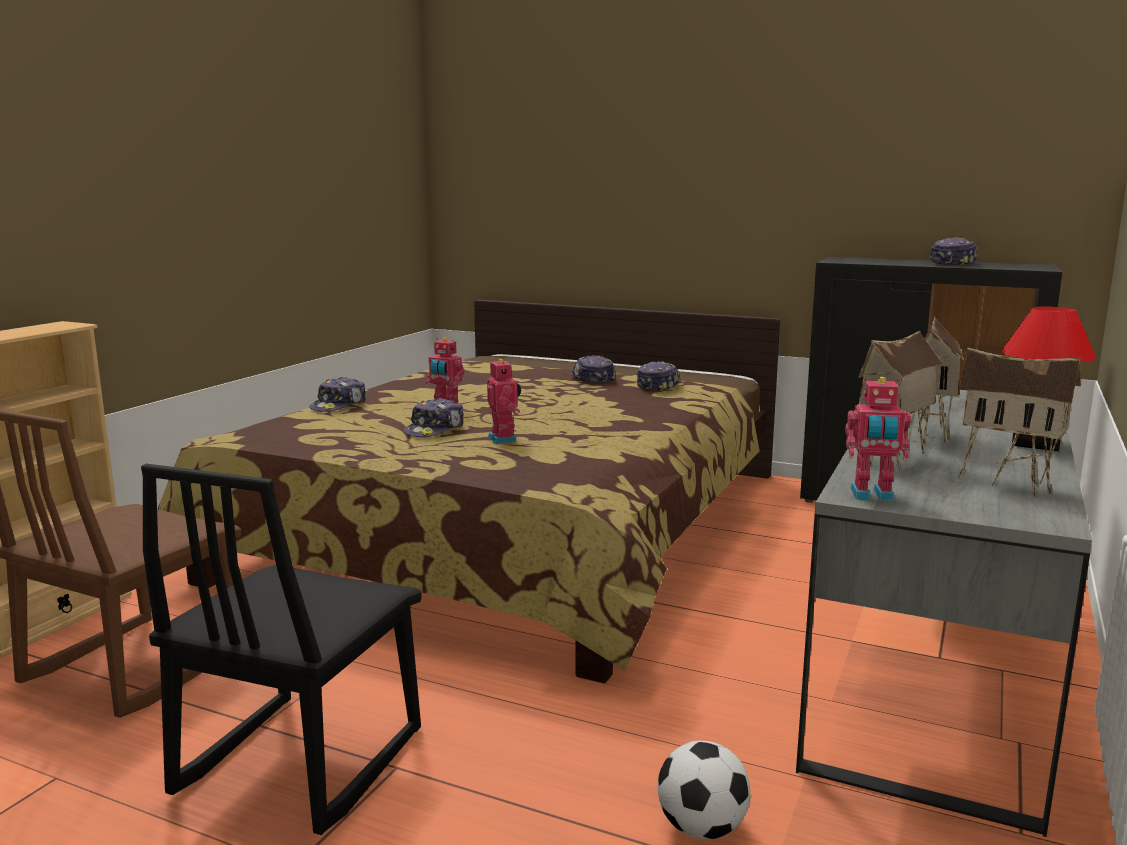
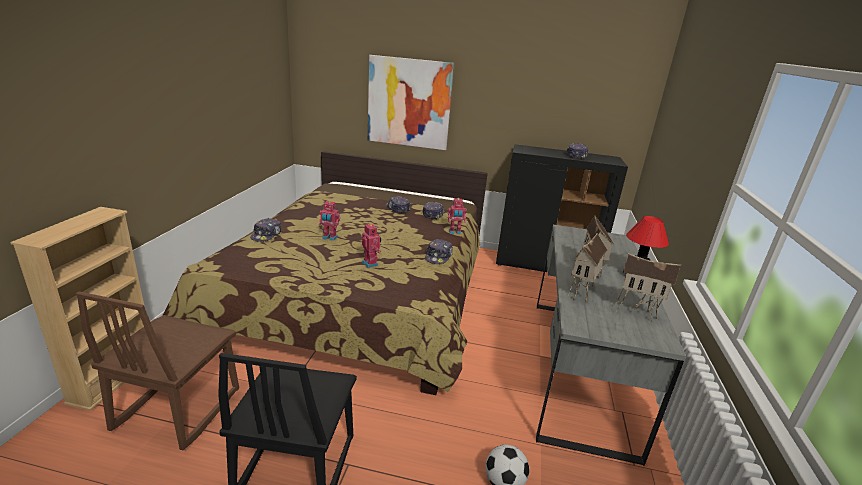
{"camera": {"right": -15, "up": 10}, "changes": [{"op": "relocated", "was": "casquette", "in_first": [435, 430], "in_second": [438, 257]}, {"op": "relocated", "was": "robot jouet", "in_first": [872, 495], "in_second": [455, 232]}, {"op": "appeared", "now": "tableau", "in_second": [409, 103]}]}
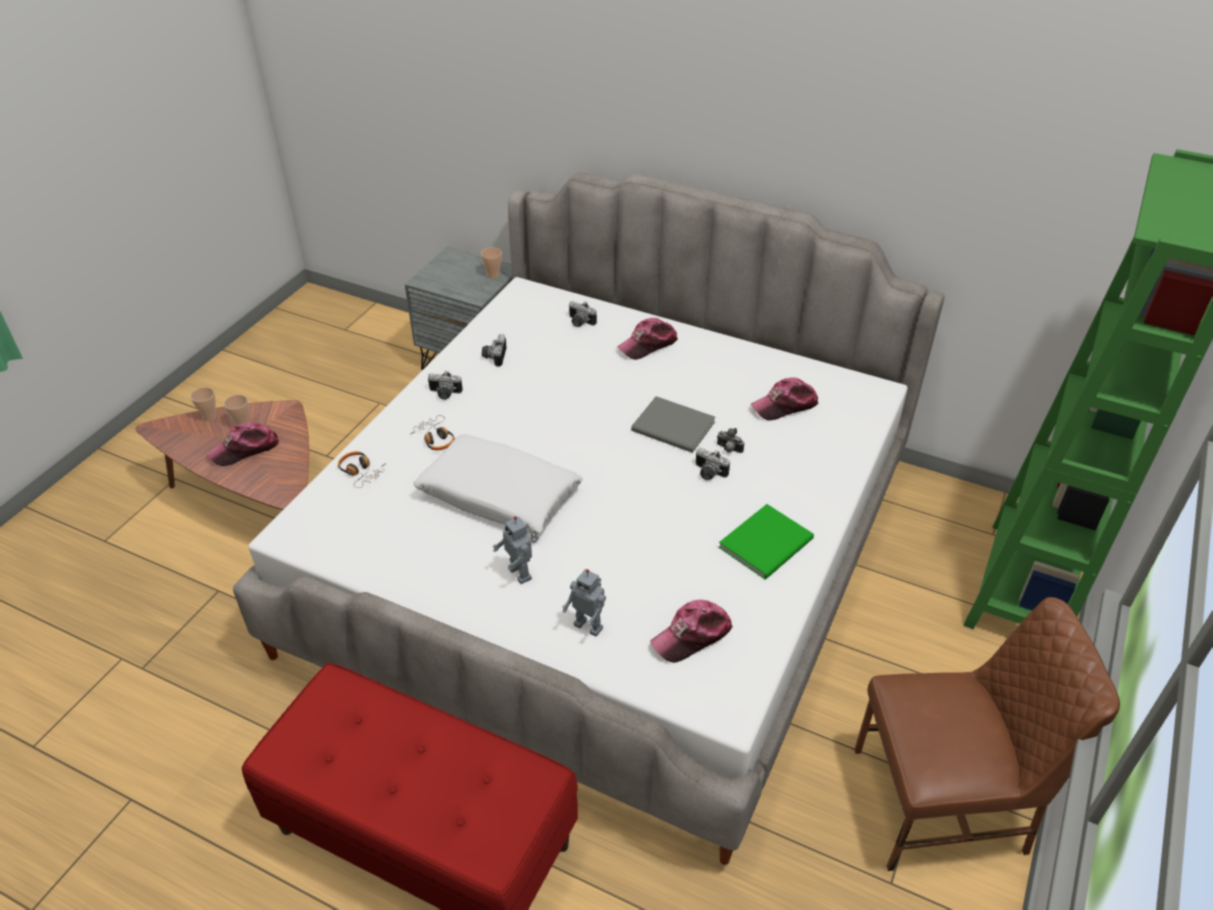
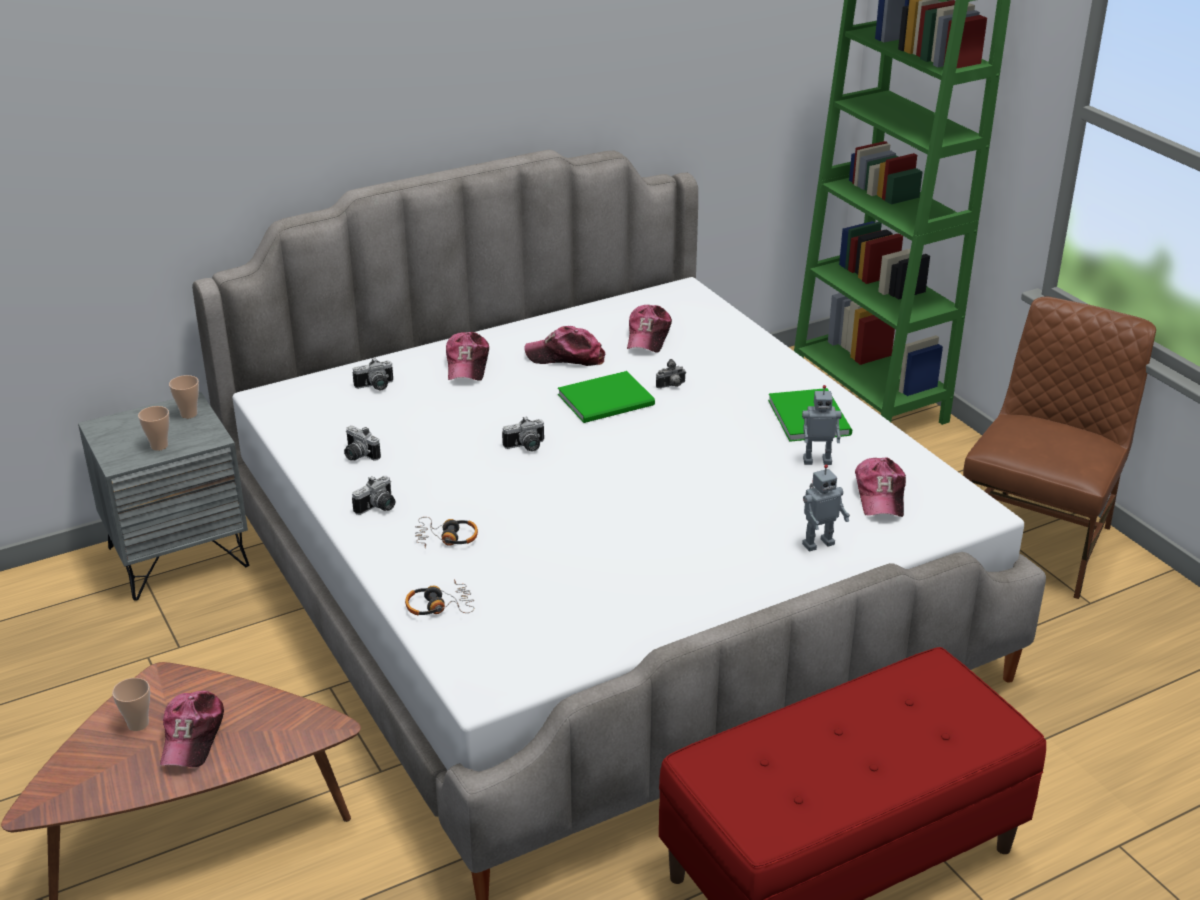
{"camera": {"right": -55, "up": -10}, "changes": [{"op": "relocated", "was": "tasse", "in_first": [209, 417], "in_second": [159, 446]}, {"op": "missing", "was": "coussin (blanc)", "in_first": [499, 495]}, {"op": "relocated", "was": "robot jouet", "in_first": [521, 573], "in_second": [817, 460]}, {"op": "colour", "was": "livre (gris)", "now": "livre (vert)", "in_first": [674, 428], "in_second": [609, 400]}, {"op": "relocated", "was": "appareil photo", "in_first": [708, 473], "in_second": [526, 447]}, {"op": "appeared", "now": "casquette", "in_second": [565, 357]}]}
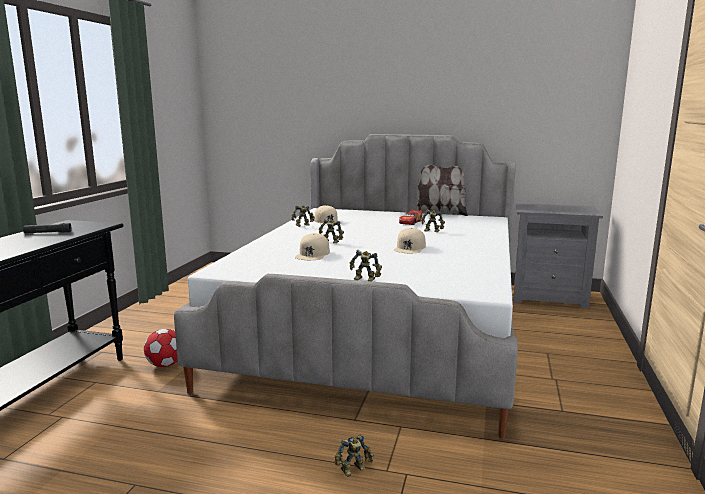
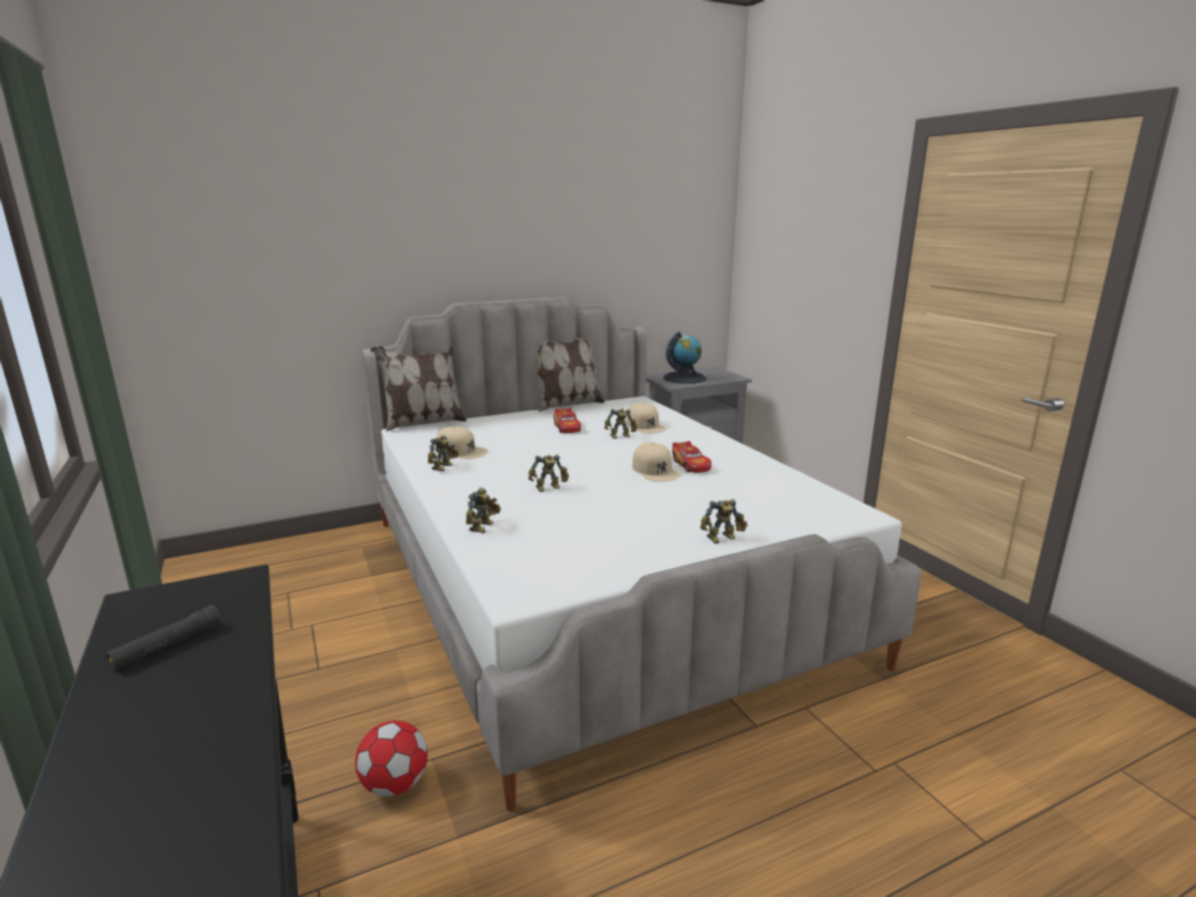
{"camera": {"right": -40, "up": 5}, "changes": [{"op": "relocated", "was": "casquette (beige)", "in_first": [312, 254], "in_second": [645, 426]}, {"op": "relocated", "was": "robot jouet", "in_first": [354, 470], "in_second": [484, 527]}, {"op": "appeared", "now": "coussin", "in_second": [423, 423]}, {"op": "appeared", "now": "globe", "in_second": [684, 378]}, {"op": "appeared", "now": "petite voiture", "in_second": [691, 465]}]}
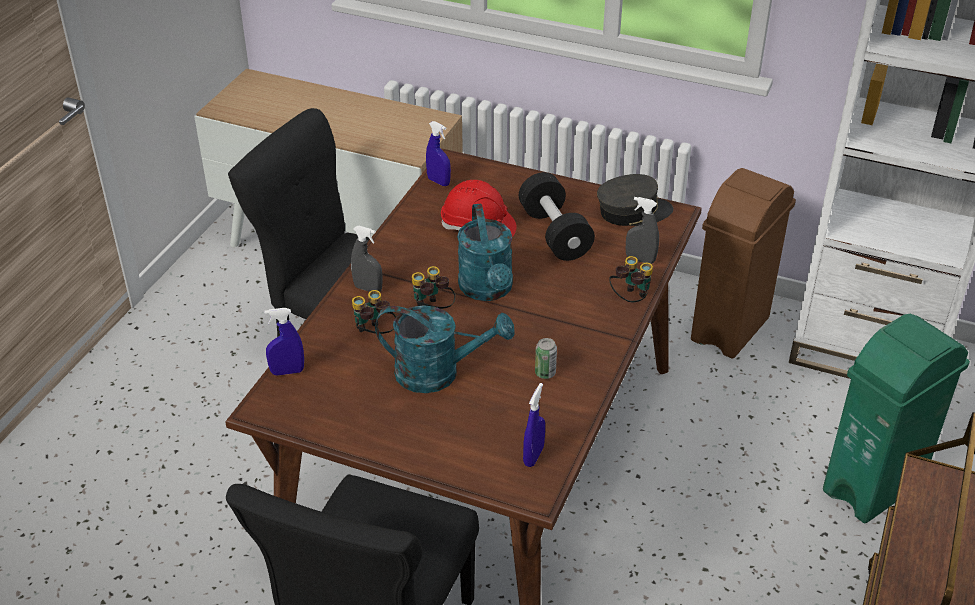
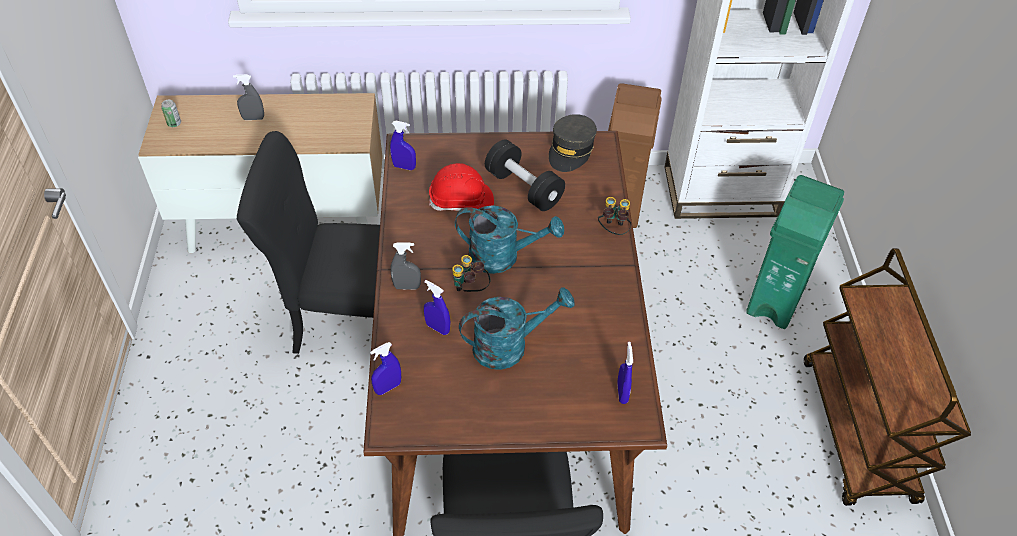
{"camera": {"right": -25, "up": 10}, "changes": [{"op": "exchanged", "was": "jumelles", "now": "vaporisateur (bleu)", "in_first": [374, 334], "in_second": [437, 328]}, {"op": "spun", "was": "arrosoir (turquoise)", "in_first": [488, 290], "in_second": [503, 257], "clockwise": -45}, {"op": "relocated", "was": "boîte métallique", "in_first": [545, 373], "in_second": [174, 123]}, {"op": "spun", "was": "casquette (gris)", "in_first": [633, 212], "in_second": [571, 150], "clockwise": 150}, {"op": "relocated", "was": "vaporisateur (gris)", "in_first": [640, 260], "in_second": [253, 118]}]}
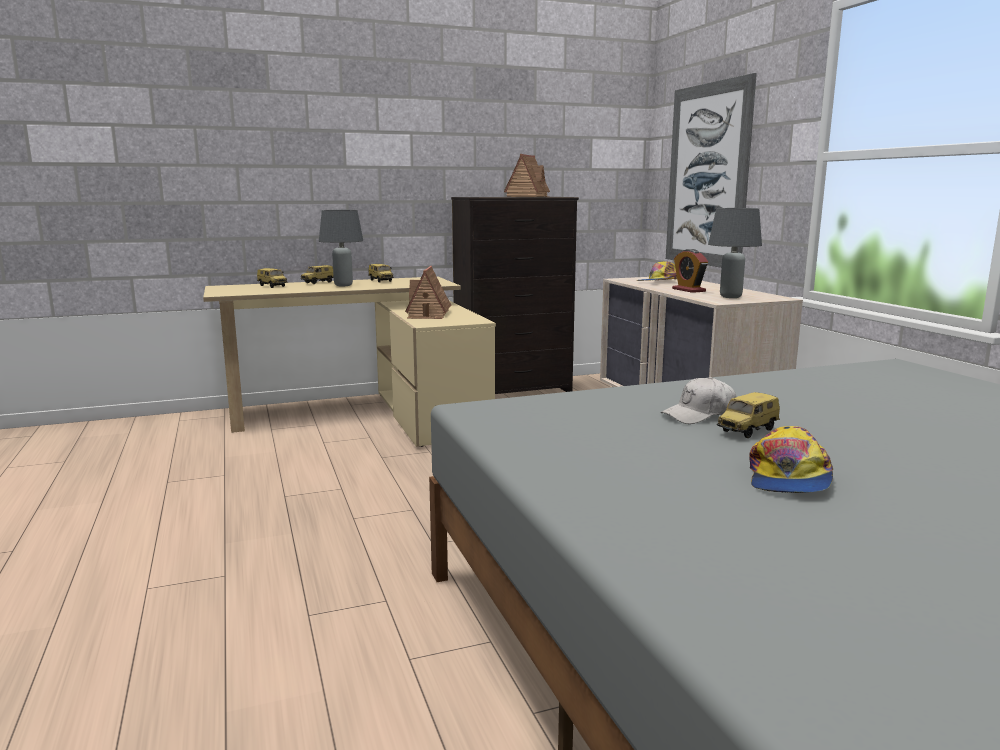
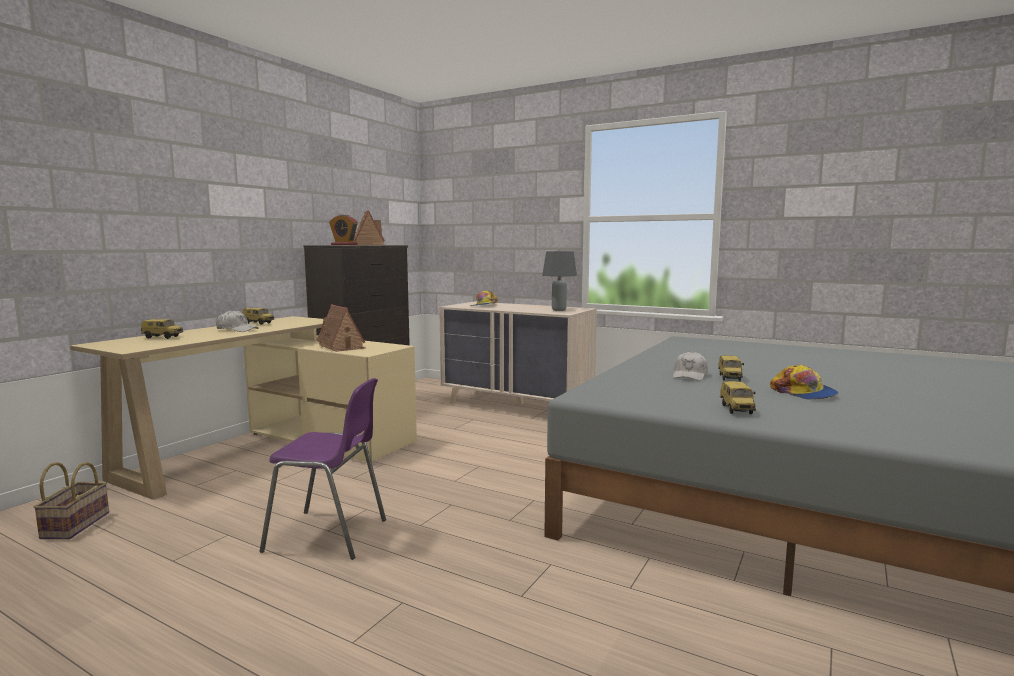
{"camera": {"right": -40, "up": -5}, "changes": [{"op": "relocated", "was": "petite voiture", "in_first": [318, 283], "in_second": [738, 410]}, {"op": "exchanged", "was": "lampe de table (gris)", "now": "casquette (blanc)", "in_first": [343, 285], "in_second": [237, 330]}, {"op": "missing", "was": "tableau", "in_first": [707, 175]}, {"op": "relocated", "was": "réveil", "in_first": [688, 290], "in_second": [344, 245]}, {"op": "appeared", "now": "panier", "in_second": [75, 524]}, {"op": "appeared", "now": "chaise (violet)", "in_second": [329, 535]}]}
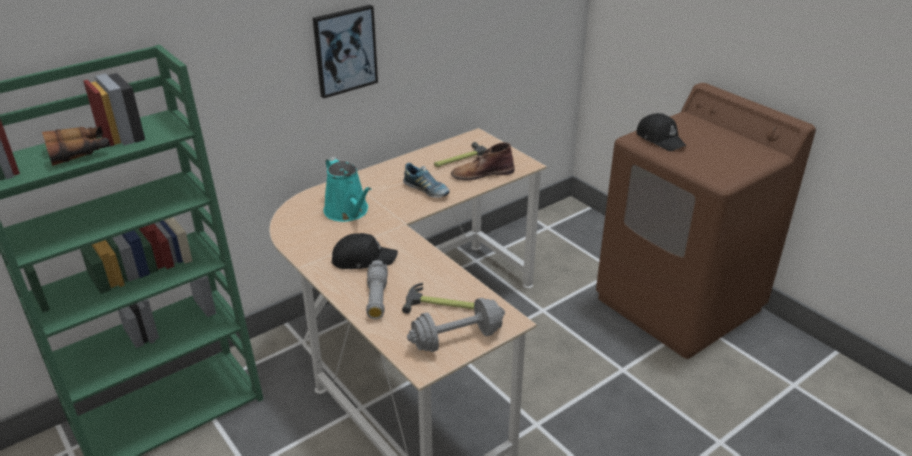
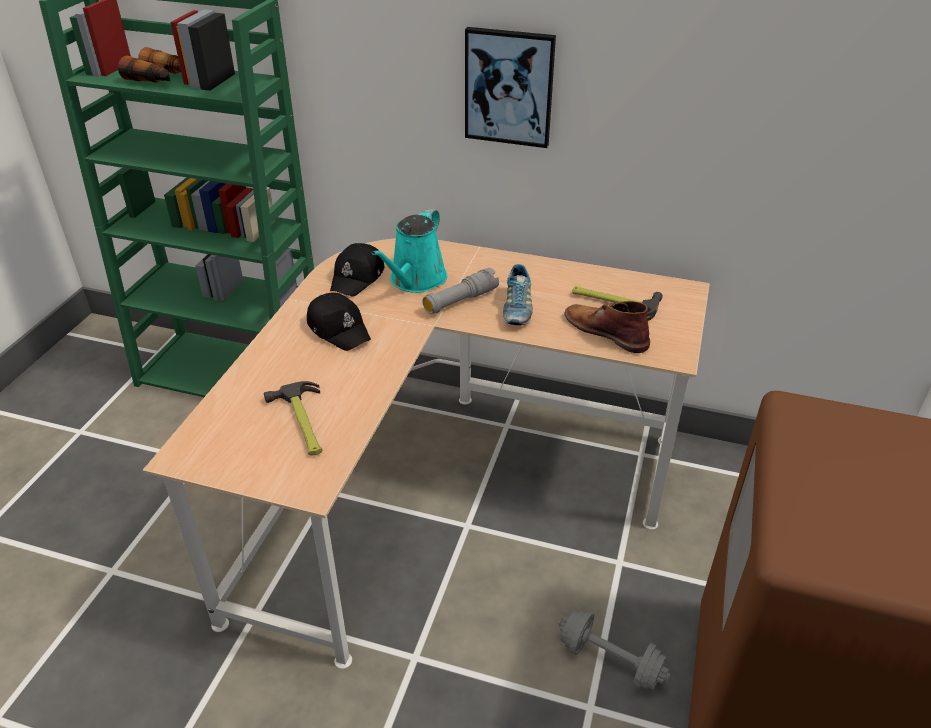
{"camera": {"right": 55, "up": 5}, "changes": [{"op": "relocated", "was": "lampe de poche (gris)", "in_first": [377, 297], "in_second": [460, 301]}, {"op": "relocated", "was": "haltère (gris)", "in_first": [456, 339], "in_second": [610, 661]}, {"op": "relocated", "was": "casquette (noir)", "in_first": [660, 139], "in_second": [358, 277]}]}
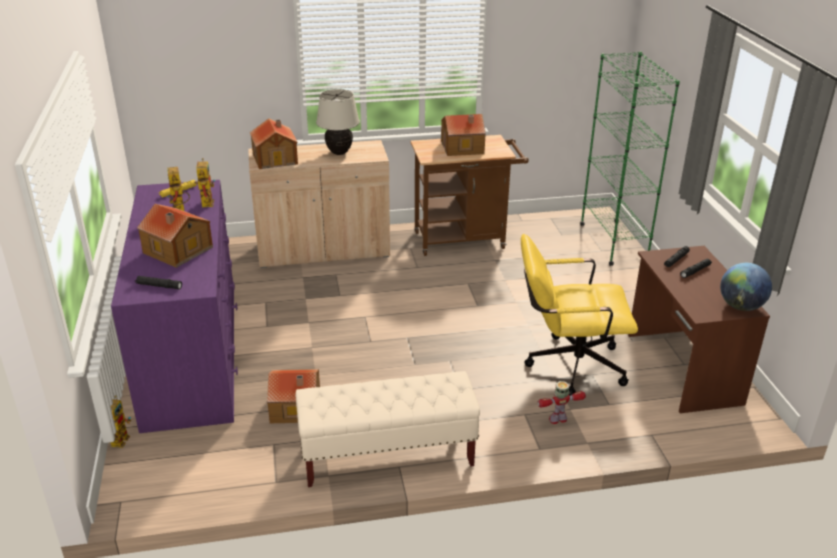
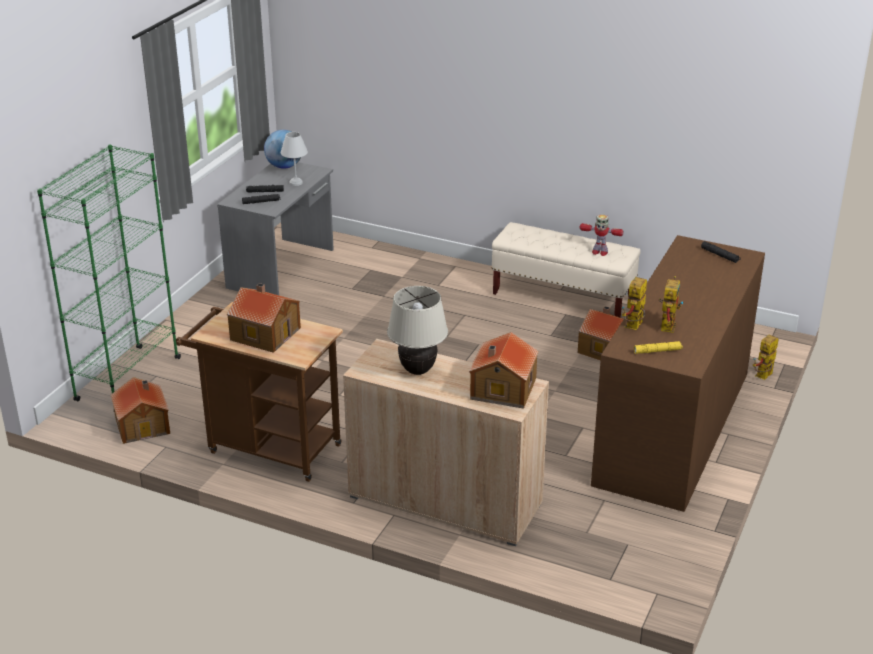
{"camera": {"right": -145, "up": 0}, "changes": [{"op": "colour", "was": "commode (violet)", "now": "commode (marron)", "in_first": [192, 353], "in_second": [673, 427]}, {"op": "relocated", "was": "maison miniature", "in_first": [177, 251], "in_second": [143, 424]}, {"op": "missing", "was": "chaise de bureau (jaune)", "in_first": [567, 365]}, {"op": "relocated", "was": "robot jouet", "in_first": [558, 419], "in_second": [599, 252]}, {"op": "colour", "was": "bureau (marron)", "now": "bureau (gris)", "in_first": [682, 369], "in_second": [282, 268]}, {"op": "appeared", "now": "lampe de table (blanc)", "in_second": [296, 182]}]}
